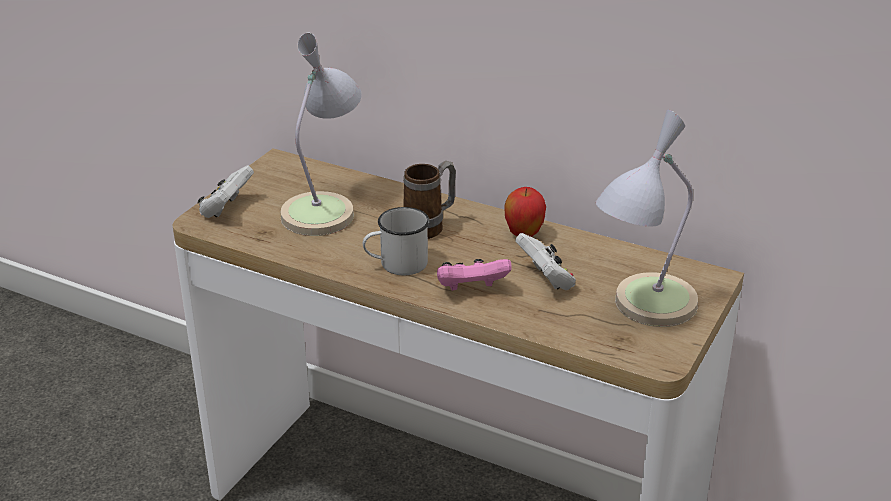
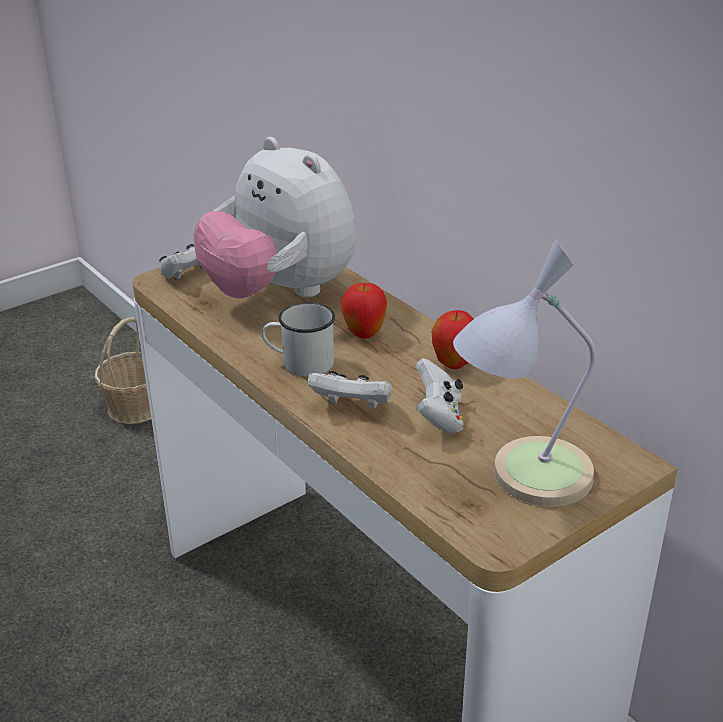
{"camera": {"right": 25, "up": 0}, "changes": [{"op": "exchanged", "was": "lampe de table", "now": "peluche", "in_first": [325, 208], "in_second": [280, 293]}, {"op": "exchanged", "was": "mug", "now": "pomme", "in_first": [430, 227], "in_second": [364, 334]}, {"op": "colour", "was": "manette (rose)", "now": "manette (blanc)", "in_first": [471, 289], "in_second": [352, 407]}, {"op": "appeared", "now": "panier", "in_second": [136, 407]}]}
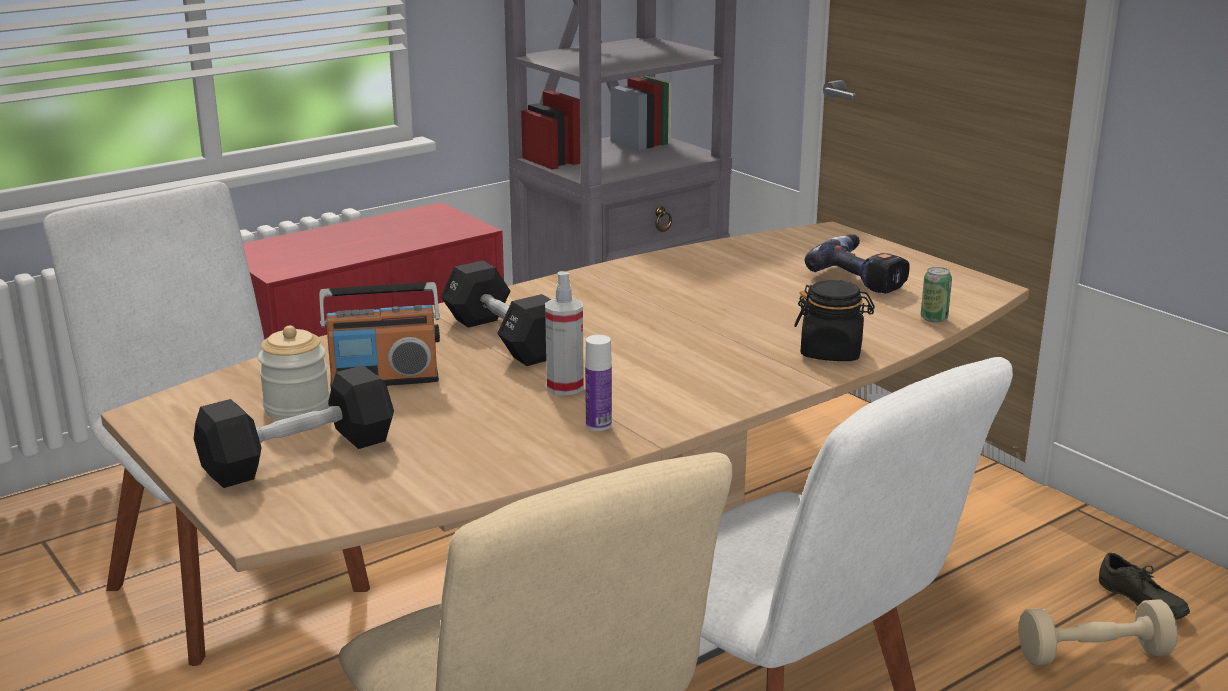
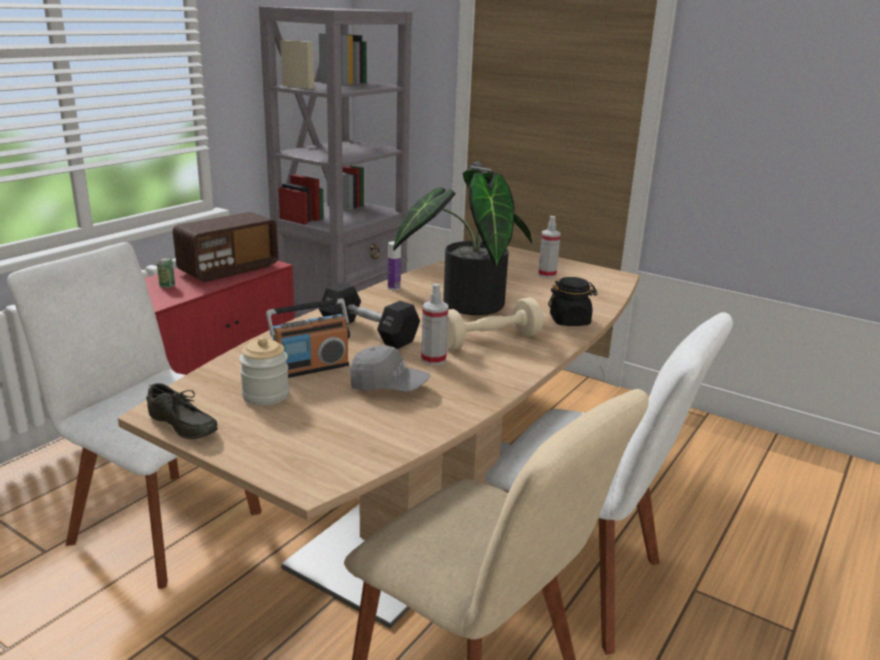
{"camera": {"right": -20, "up": 0}, "changes": [{"op": "missing", "was": "haltère (noir)", "in_first": [299, 456]}, {"op": "relocated", "was": "bouteille", "in_first": [598, 425], "in_second": [394, 287]}, {"op": "exchanged", "was": "perceuse", "now": "vaporisateur", "in_first": [863, 276], "in_second": [547, 274]}, {"op": "relocated", "was": "boîte métallique", "in_first": [934, 318], "in_second": [167, 286]}, {"op": "relocated", "was": "haltère (beige)", "in_first": [1093, 655], "in_second": [489, 341]}, {"op": "relocated", "was": "chaussure (gris)", "in_first": [1139, 602], "in_second": [180, 427]}, {"op": "appeared", "now": "radio", "in_second": [228, 269]}, {"op": "appeared", "now": "casquette (gris)", "in_second": [388, 386]}, {"op": "appeared", "now": "plante en pot", "in_second": [466, 303]}]}
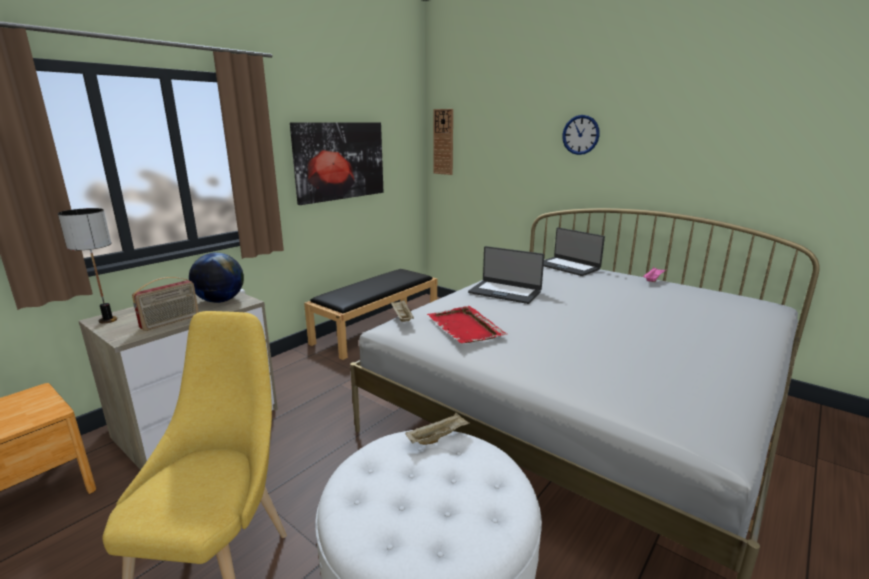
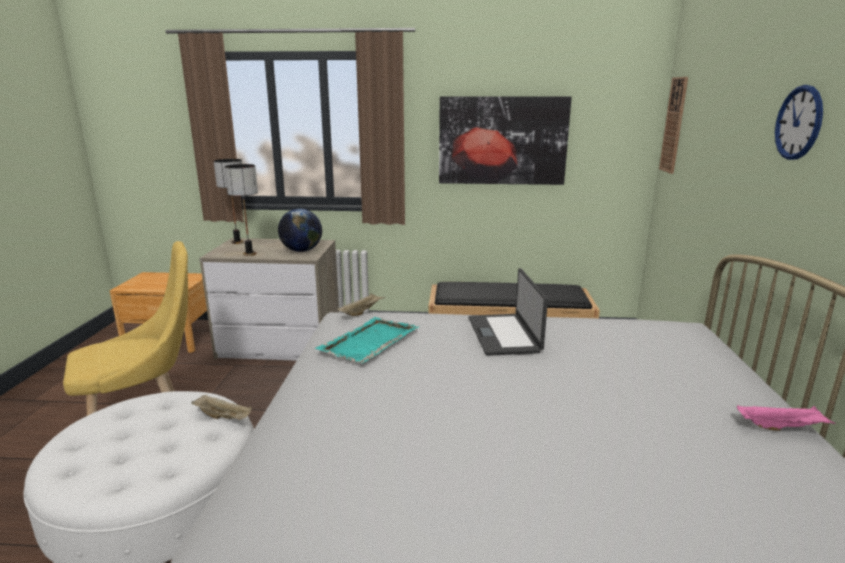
{"camera": {"right": 55, "up": 0}, "changes": [{"op": "exchanged", "was": "radio", "now": "lampe de table", "in_first": [170, 322], "in_second": [249, 254]}, {"op": "colour", "was": "plateau (rouge)", "now": "plateau (turquoise)", "in_first": [465, 327], "in_second": [368, 342]}, {"op": "missing", "was": "ordinateur portable", "in_first": [568, 266]}]}
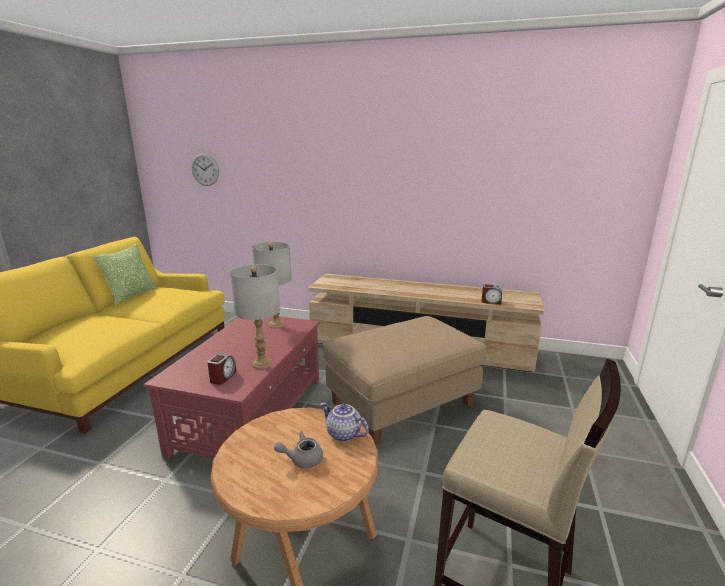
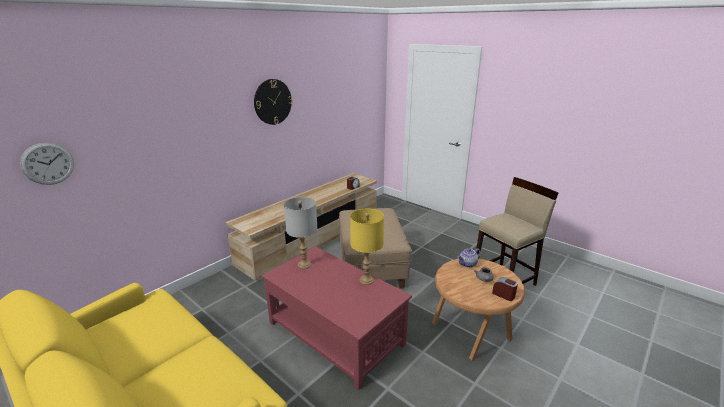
{"camera": {"right": -65, "up": 5}, "changes": [{"op": "missing", "was": "coussin", "in_first": [131, 295]}, {"op": "relocated", "was": "réveil", "in_first": [223, 377], "in_second": [503, 295]}, {"op": "colour", "was": "lampe de table (gris)", "now": "lampe de table (jaune)", "in_first": [262, 363], "in_second": [366, 280]}, {"op": "appeared", "now": "horloge murale", "in_second": [272, 102]}]}
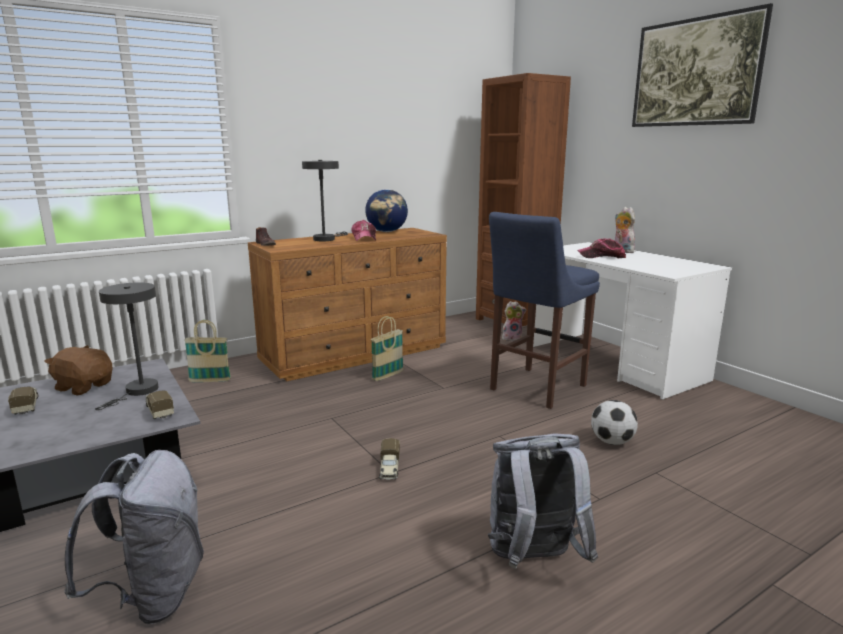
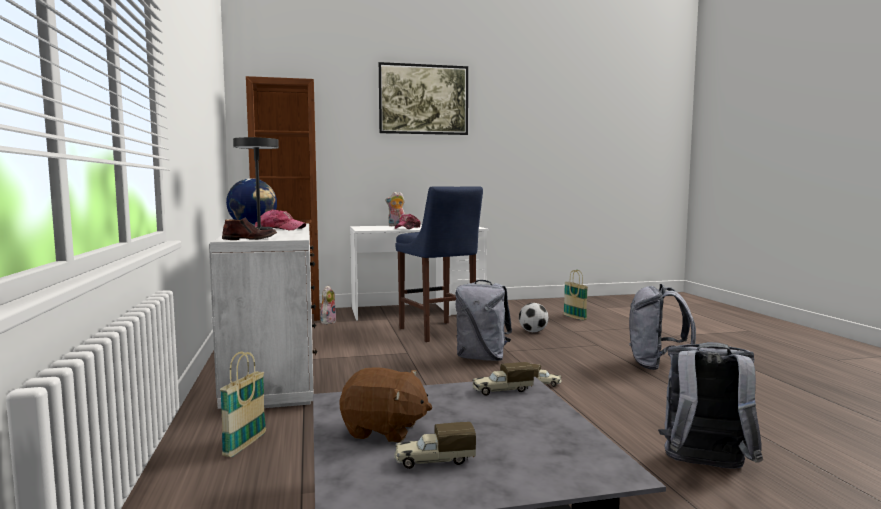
{"camera": {"right": -70, "up": -10}, "changes": [{"op": "spun", "was": "peluche (marron)", "in_first": [84, 386], "in_second": [384, 430], "clockwise": -120}, {"op": "missing", "was": "lampe de table (gris)", "in_first": [138, 392]}, {"op": "colour", "was": "commode (marron)", "now": "commode (blanc)", "in_first": [356, 354], "in_second": [274, 370]}, {"op": "relocated", "was": "panier", "in_first": [388, 376], "in_second": [574, 317]}, {"op": "appeared", "now": "sac à dos (gris)", "in_second": [482, 358]}]}
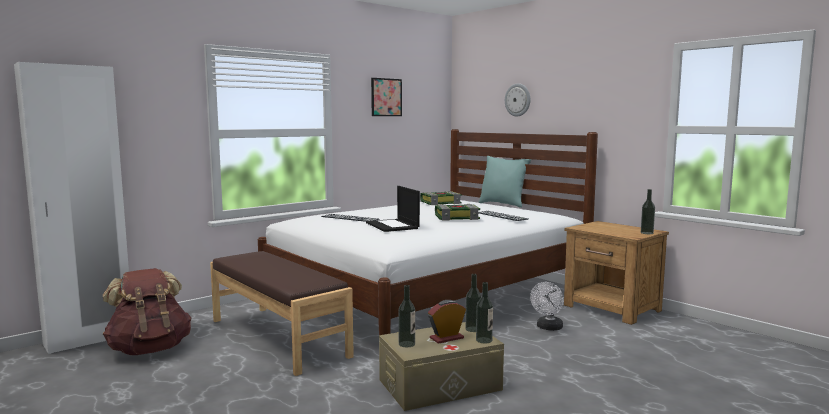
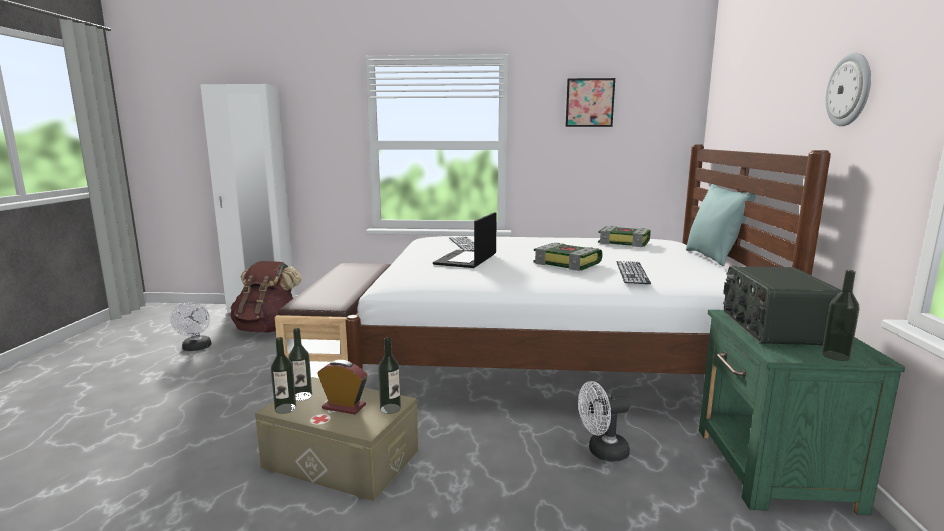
{"camera": {"right": 45, "up": 5}, "changes": [{"op": "relocated", "was": "bouteille", "in_first": [484, 340], "in_second": [285, 408]}, {"op": "relocated", "was": "horloge murale", "in_first": [518, 100], "in_second": [849, 90]}, {"op": "colour", "was": "table de chevet (marron)", "now": "table de chevet (vert)", "in_first": [612, 308], "in_second": [773, 468]}, {"op": "appeared", "now": "ventilateur (blanc)", "in_second": [196, 348]}, {"op": "appeared", "now": "radio", "in_second": [771, 328]}]}
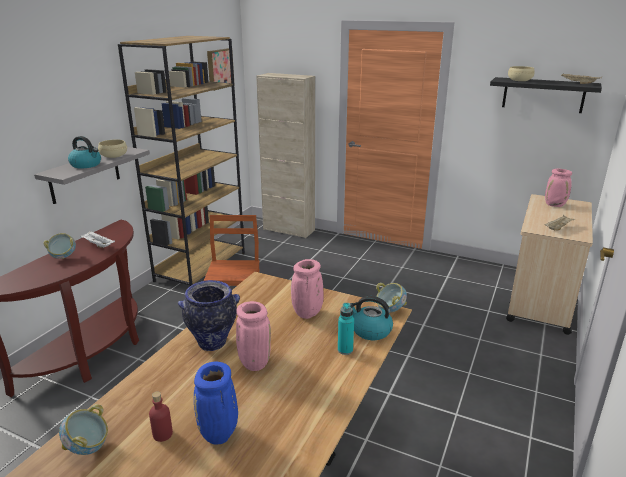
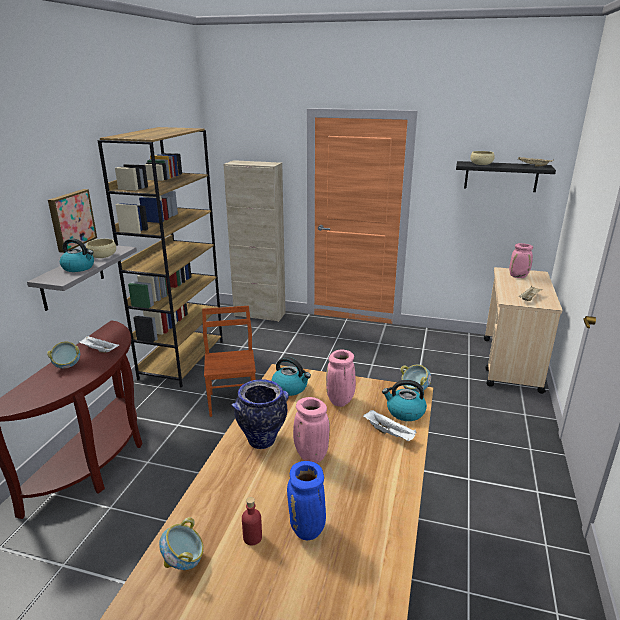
{"camera": {"right": -10, "up": 0}, "changes": [{"op": "relocated", "was": "tableau", "in_first": [219, 69], "in_second": [71, 219]}, {"op": "exchanged", "was": "bouteille (turquoise)", "now": "plateau (blanc)", "in_first": [345, 350], "in_second": [389, 433]}, {"op": "appeared", "now": "bouilloire", "in_second": [290, 388]}]}
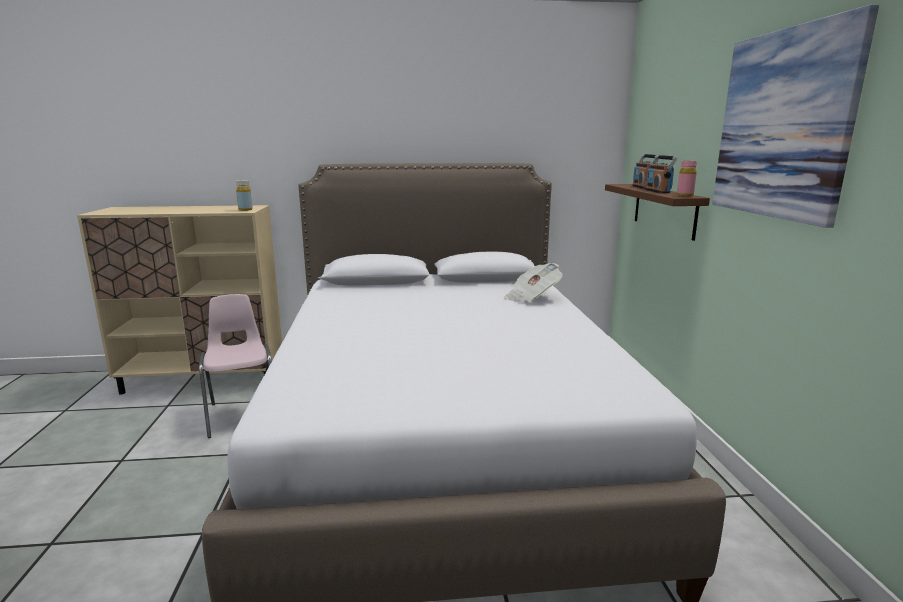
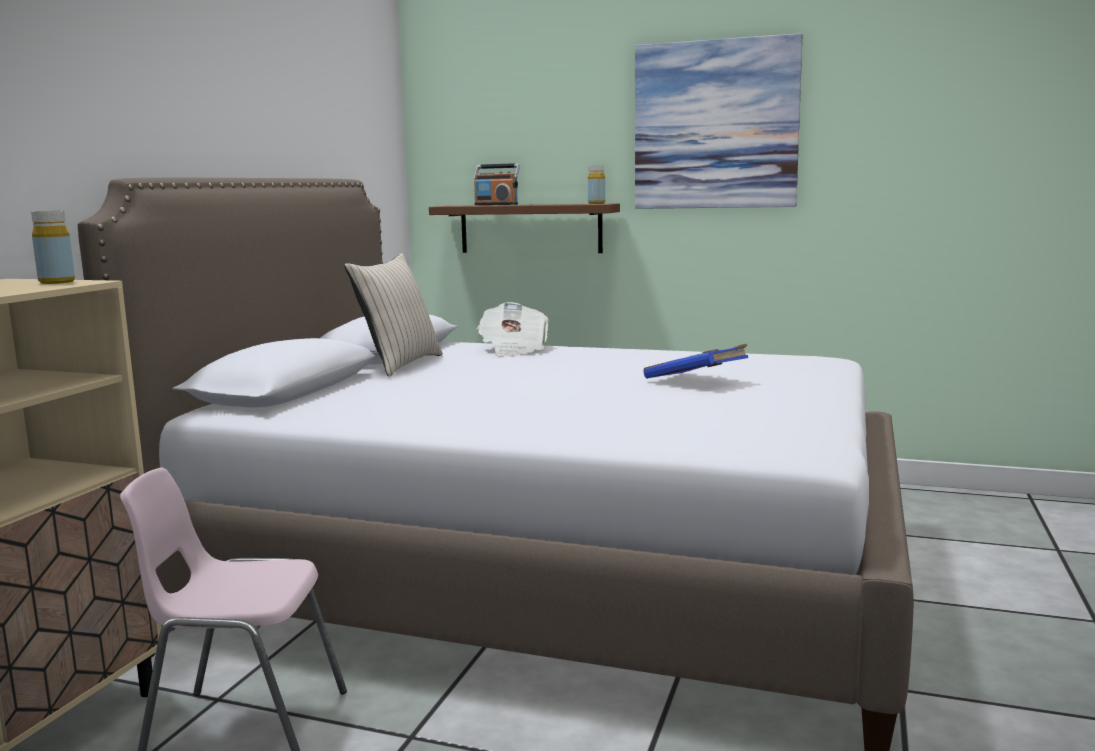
{"camera": {"right": -65, "up": -5}, "changes": [{"op": "missing", "was": "radio", "in_first": [657, 191]}, {"op": "colour", "was": "bouteille (rose)", "now": "bouteille (jaune)", "in_first": [684, 195], "in_second": [596, 203]}, {"op": "appeared", "now": "coussin (beige)", "in_second": [399, 365]}, {"op": "appeared", "now": "livre (bleu)", "in_second": [696, 381]}]}
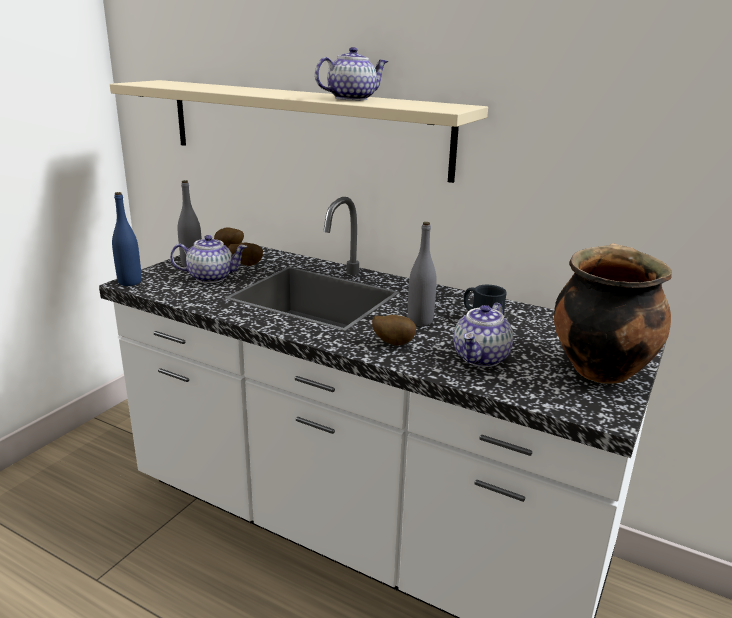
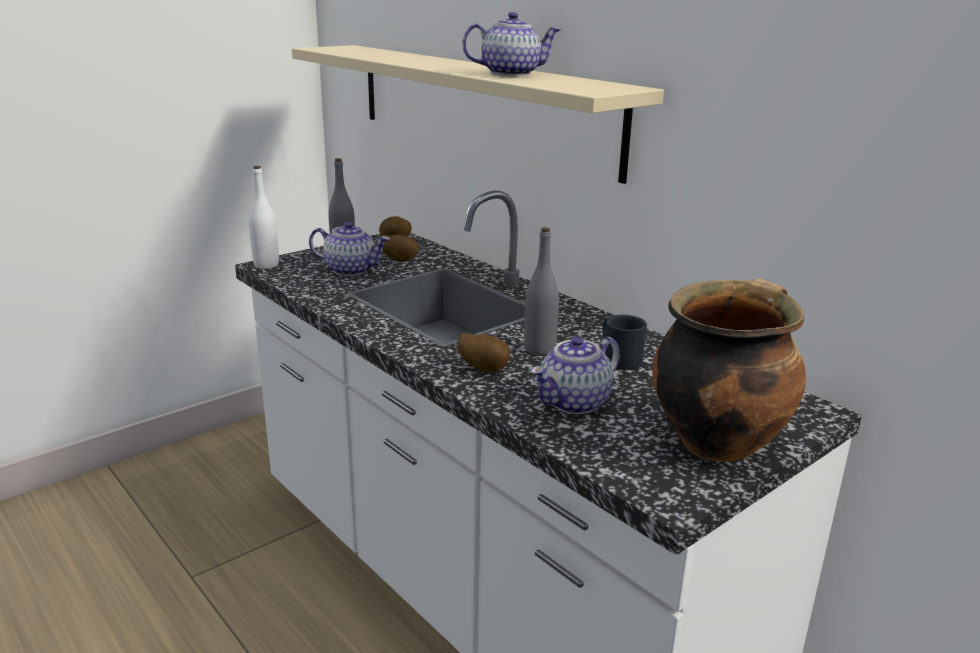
{"camera": {"right": 20, "up": 0}, "changes": [{"op": "colour", "was": "bouteille (bleu)", "now": "bouteille (blanc)", "in_first": [130, 282], "in_second": [266, 265]}]}
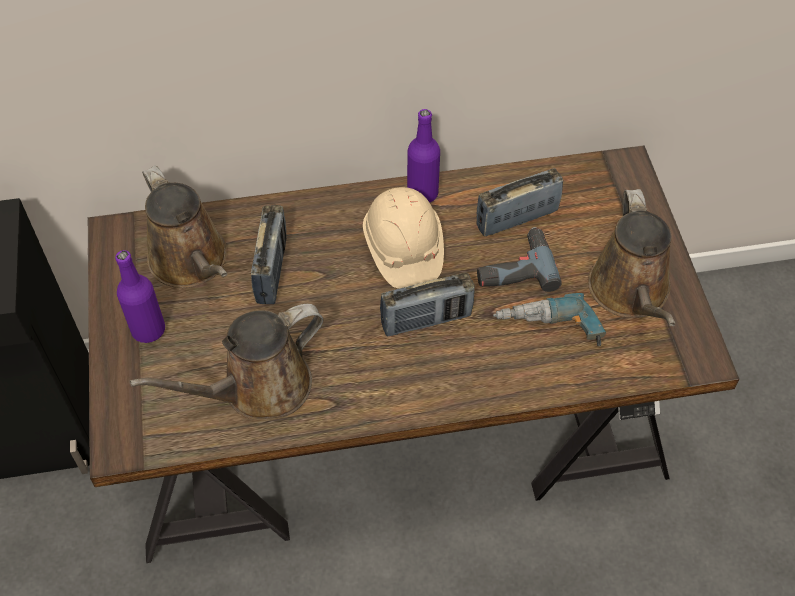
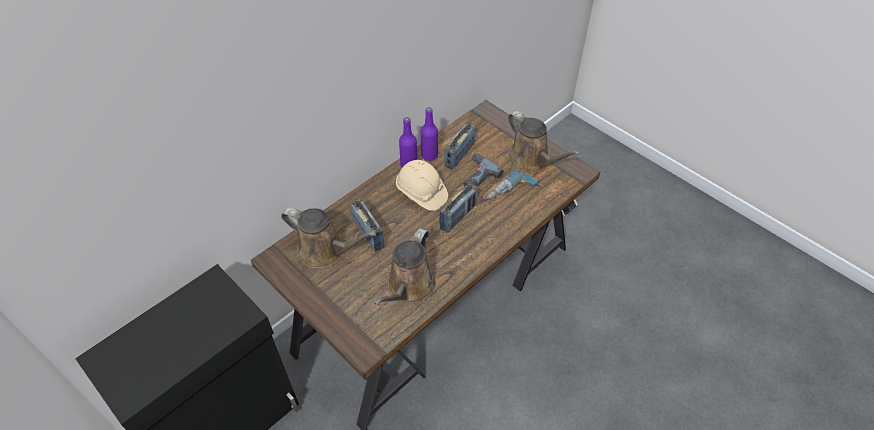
{"camera": {"right": -35, "up": -5}, "changes": [{"op": "relocated", "was": "bouteille (violet)", "in_first": [148, 330], "in_second": [429, 155]}]}
